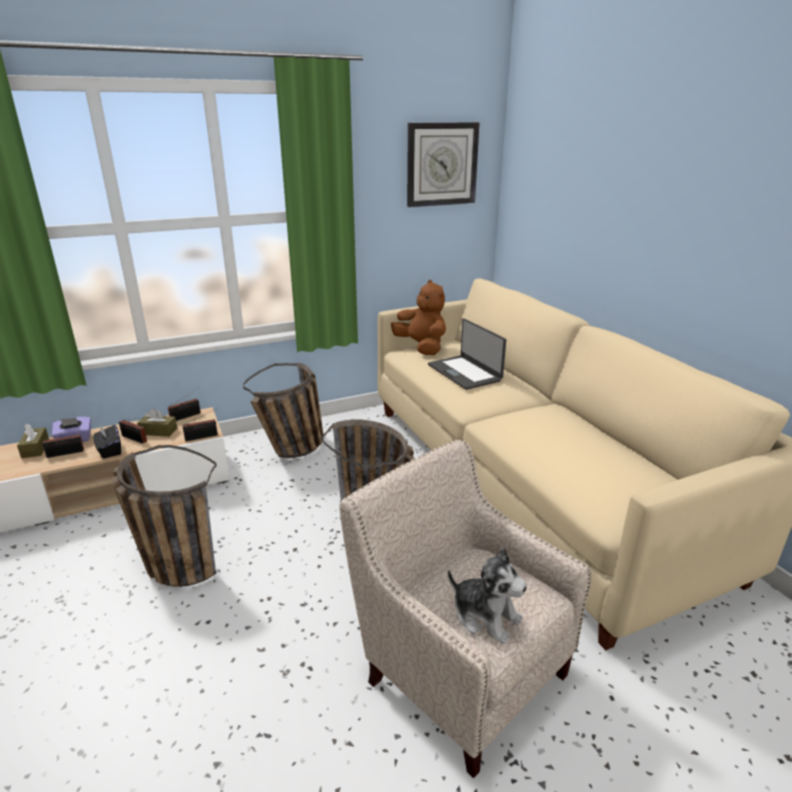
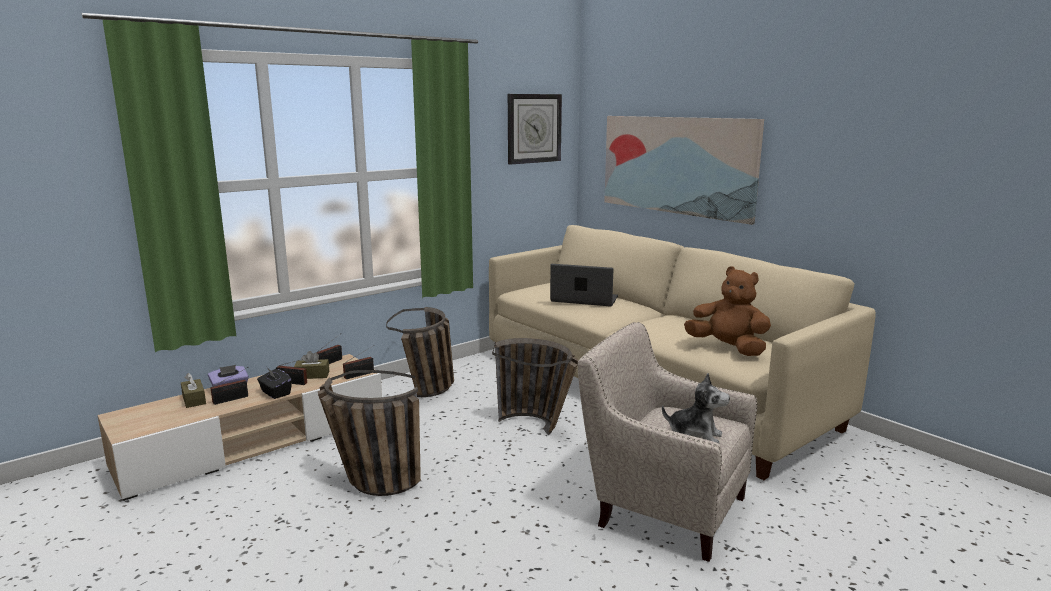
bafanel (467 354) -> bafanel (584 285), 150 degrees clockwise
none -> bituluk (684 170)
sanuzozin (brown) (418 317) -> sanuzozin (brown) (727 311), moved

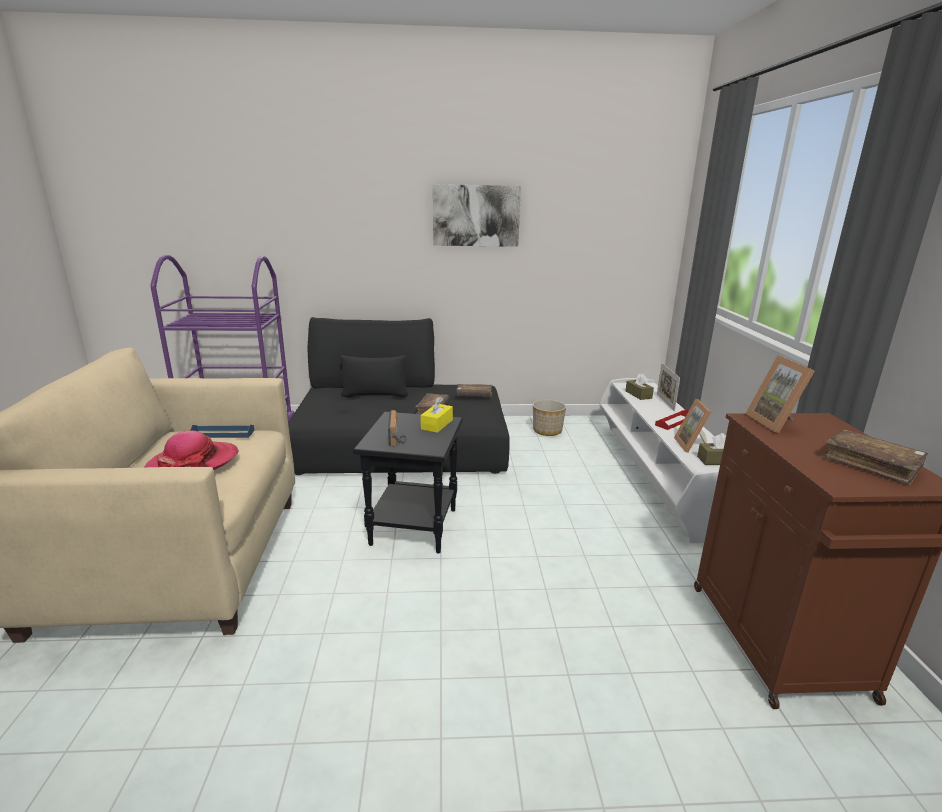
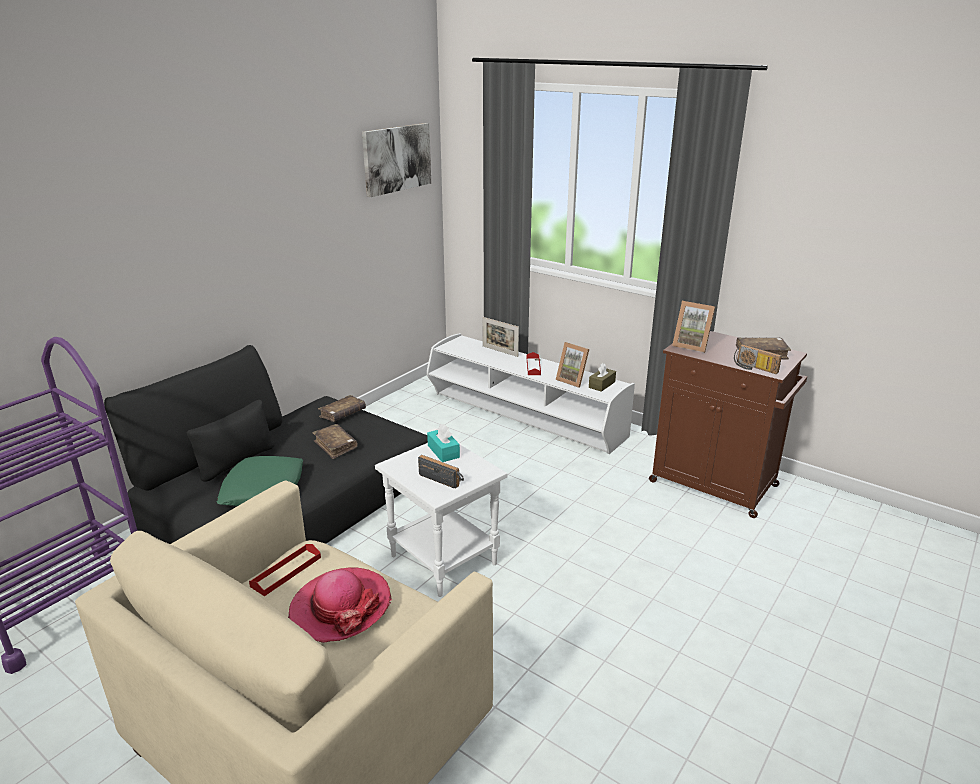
none -> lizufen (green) (260 481)
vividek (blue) (222 431) -> vividek (red) (285 570)
bituluk (477 215) -> bituluk (396 160), moved
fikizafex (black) (408 483) -> fikizafex (white) (441 520)
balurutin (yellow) (437 415) -> balurutin (turquoise) (443 443)
none -> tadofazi (758 359)
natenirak (549 417) -> none
balurutin (brown) (639 386) -> none

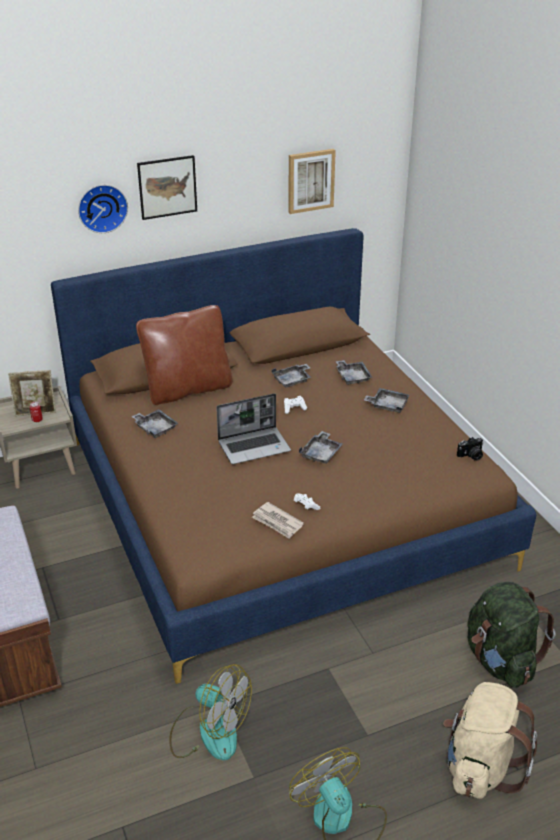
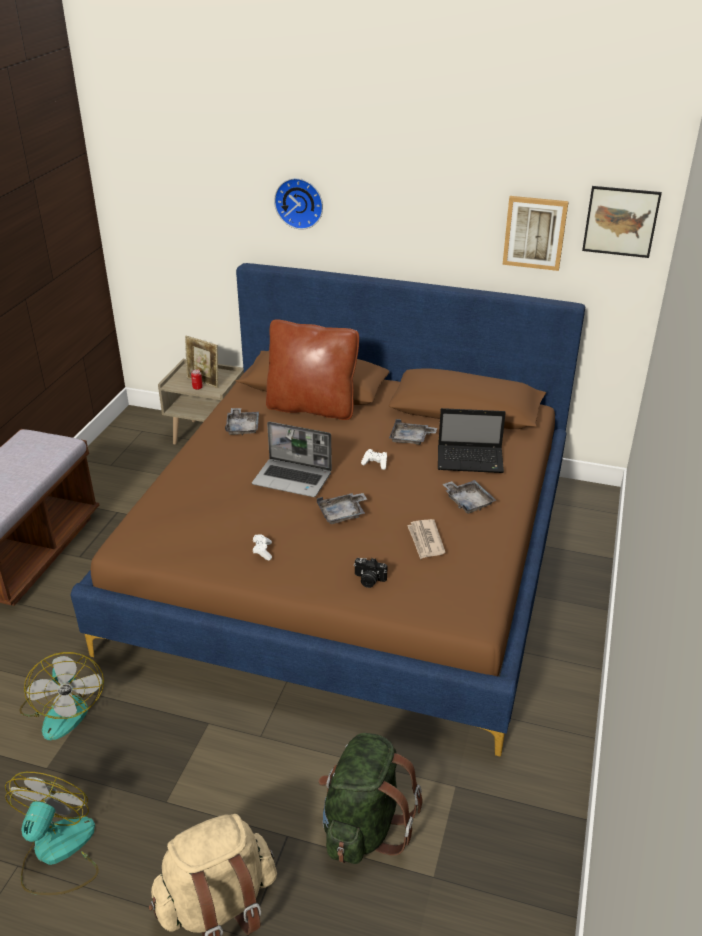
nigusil (470 449) -> nigusil (370 573), moved
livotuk (278 520) -> livotuk (426 539), moved
vividek (grey) (354 372) -> bafanel (472 440)
bituluk (167 187) -> bituluk (622 222), moved

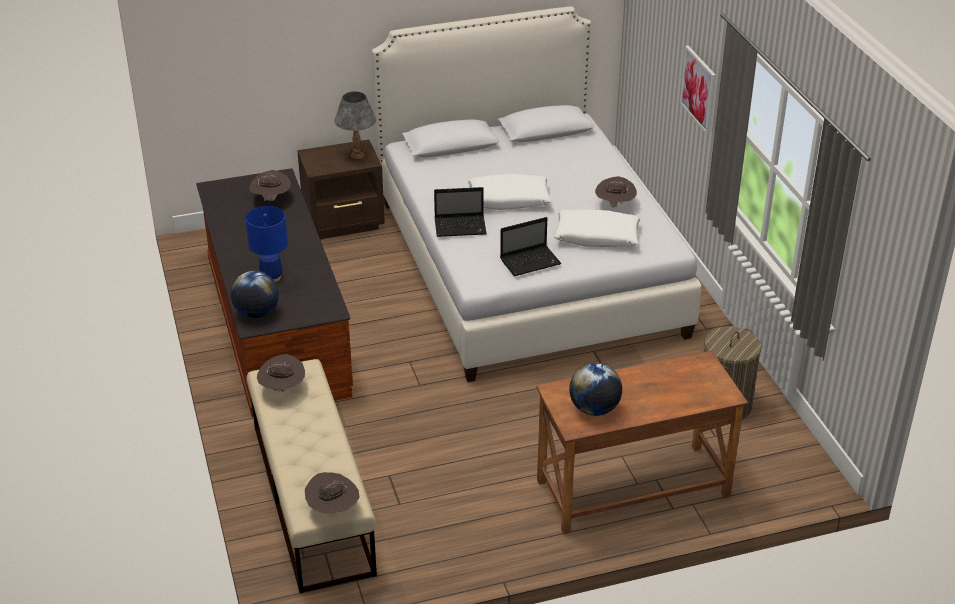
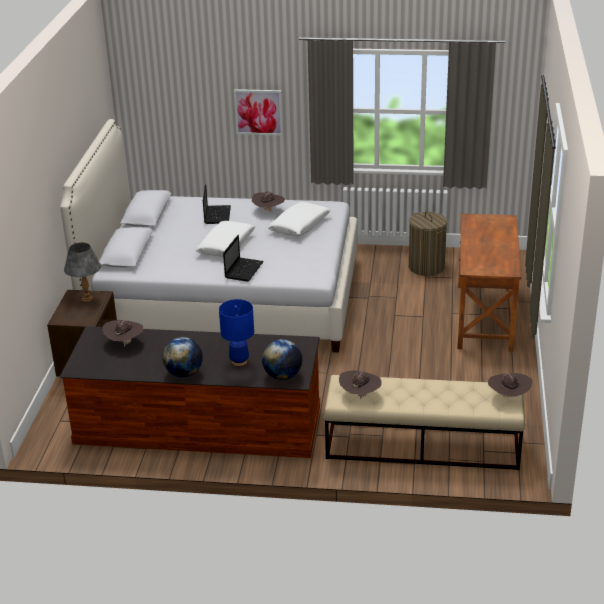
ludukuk (595 389) -> ludukuk (182 357), moved
bafanel (530 246) -> bafanel (217 204), moved

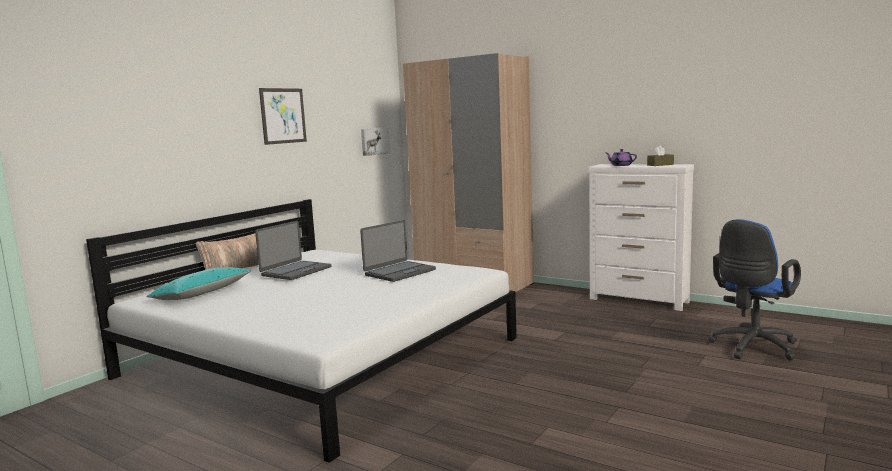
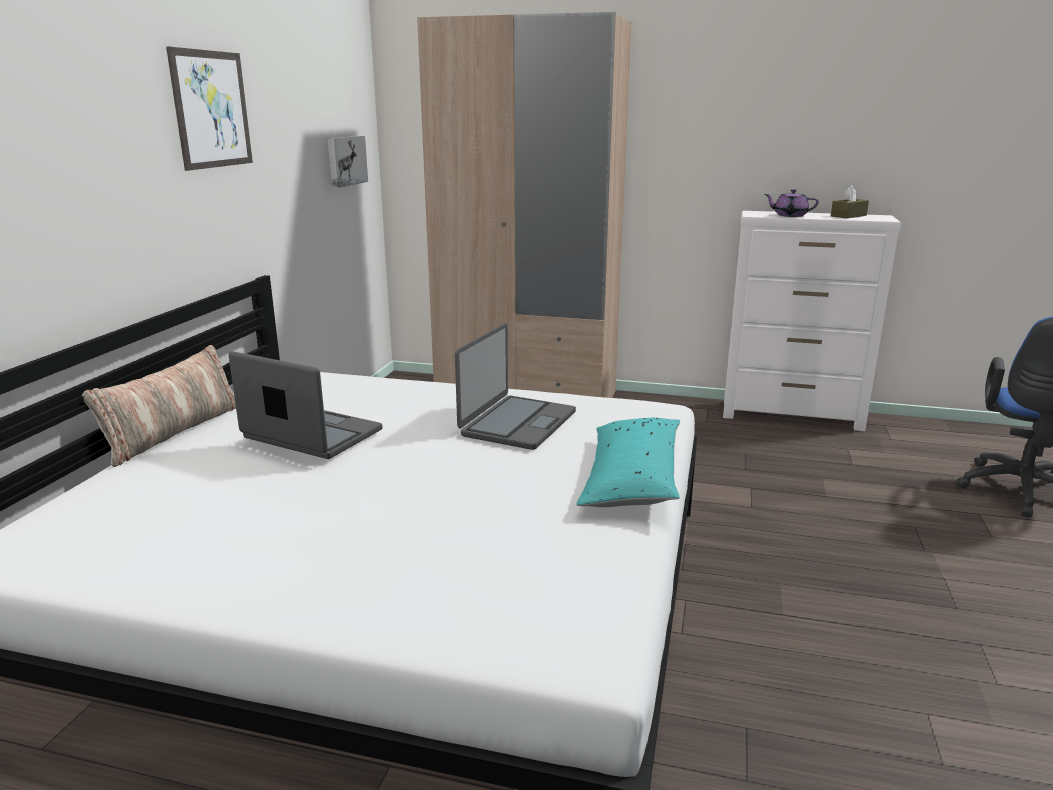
bafanel (293 250) -> bafanel (306 405), 75 degrees counterclockwise
lizufen (turquoise) (199 283) -> lizufen (turquoise) (628 462), moved

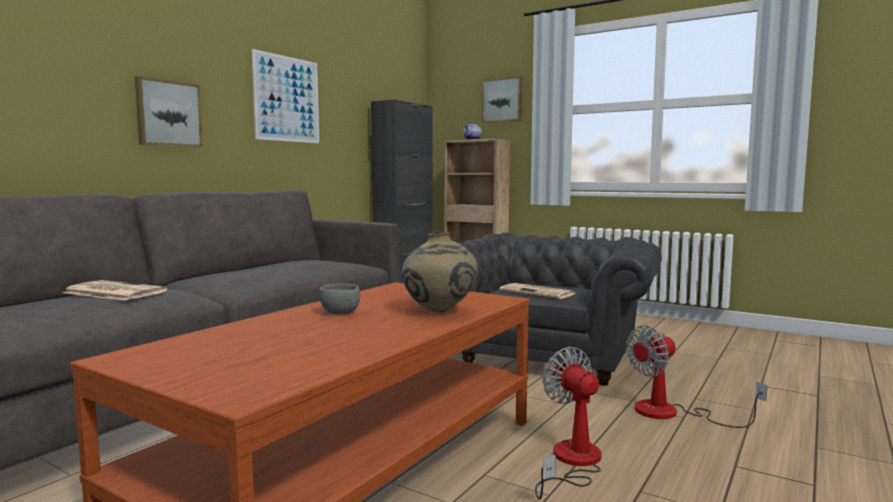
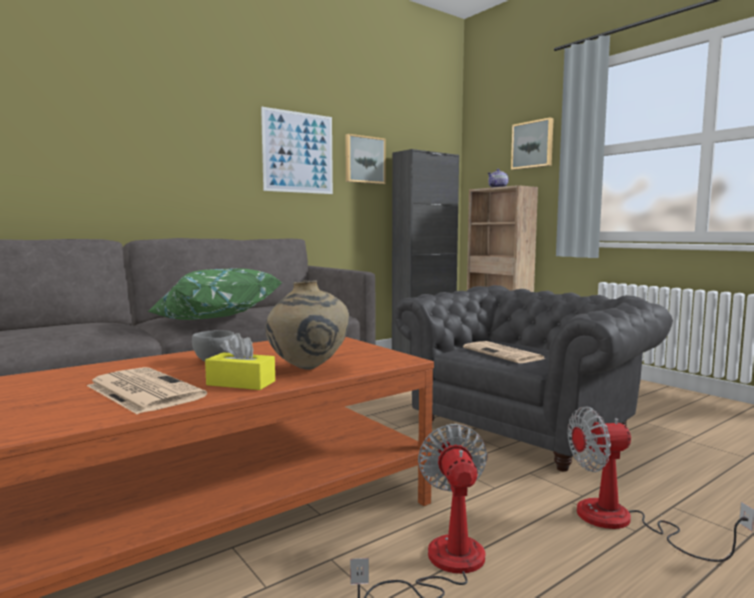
livotuk (115 290) -> livotuk (147 390), moved
none -> lizufen (green) (215 294)
none -> balurutin (yellow) (240 361)
bituluk (169 111) -> bituluk (365 159), moved

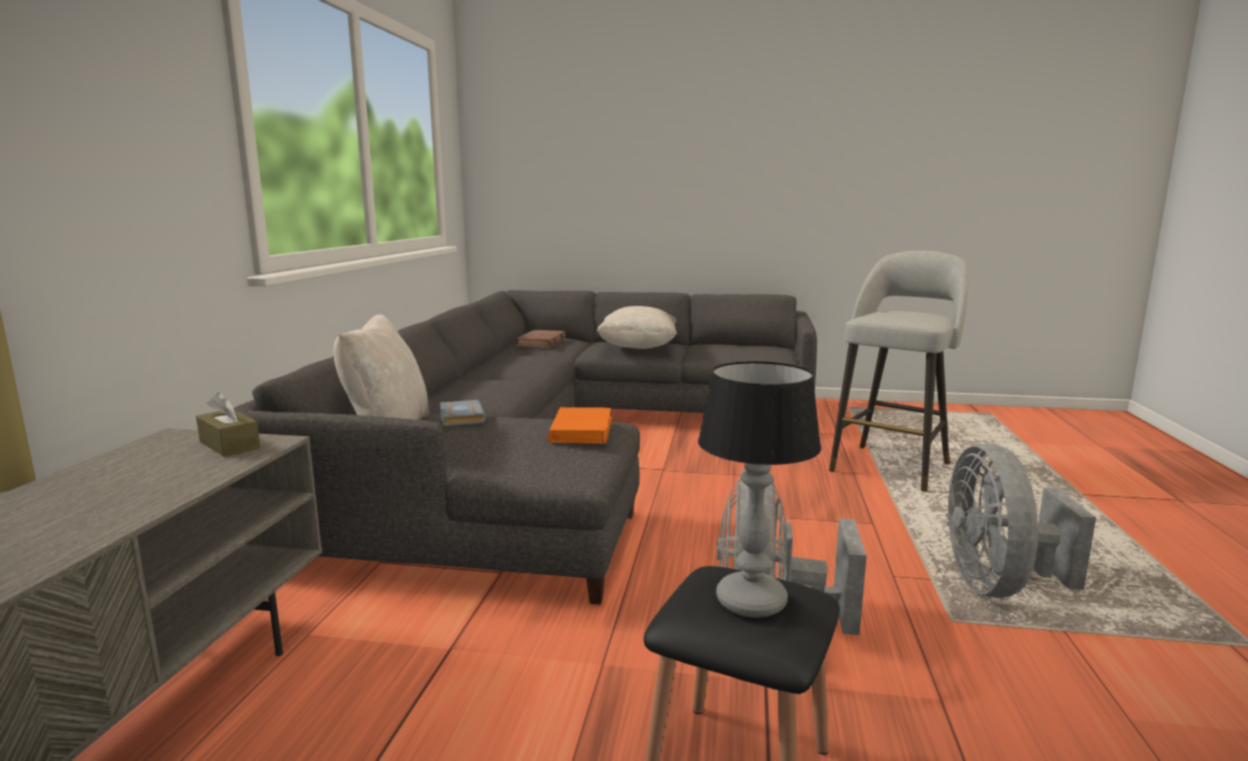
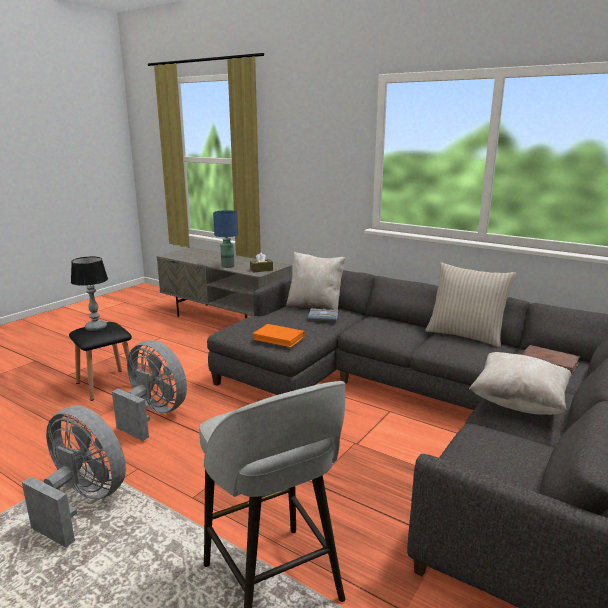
none -> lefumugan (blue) (225 239)
none -> lizufen (beige) (470 305)

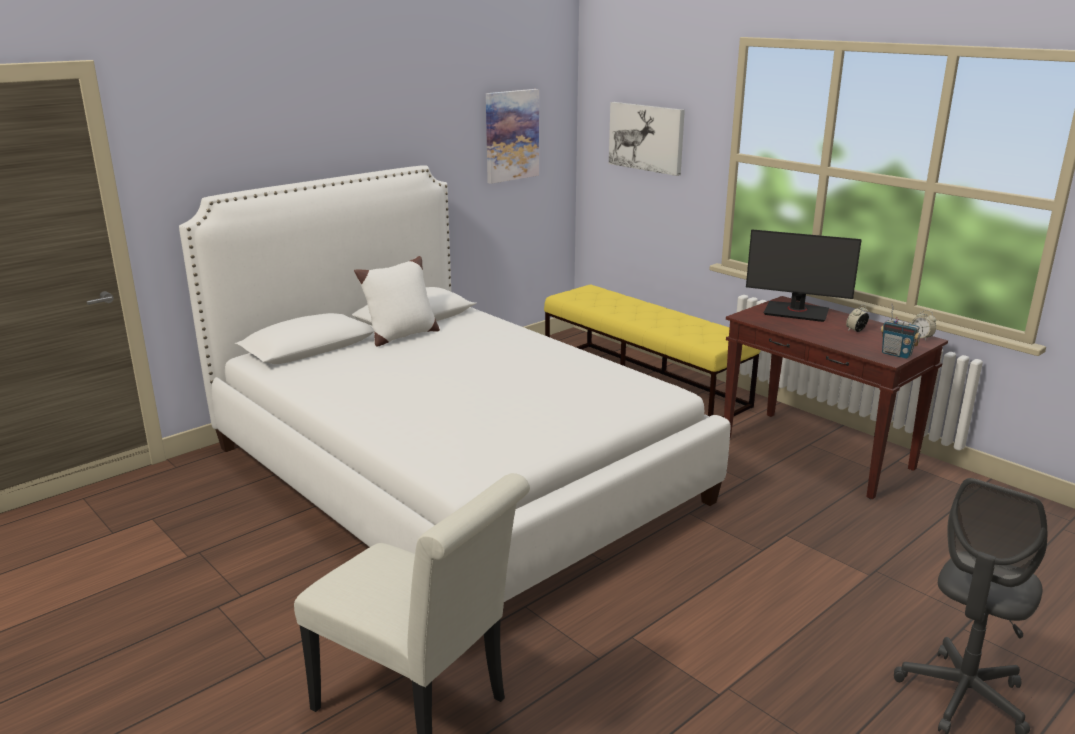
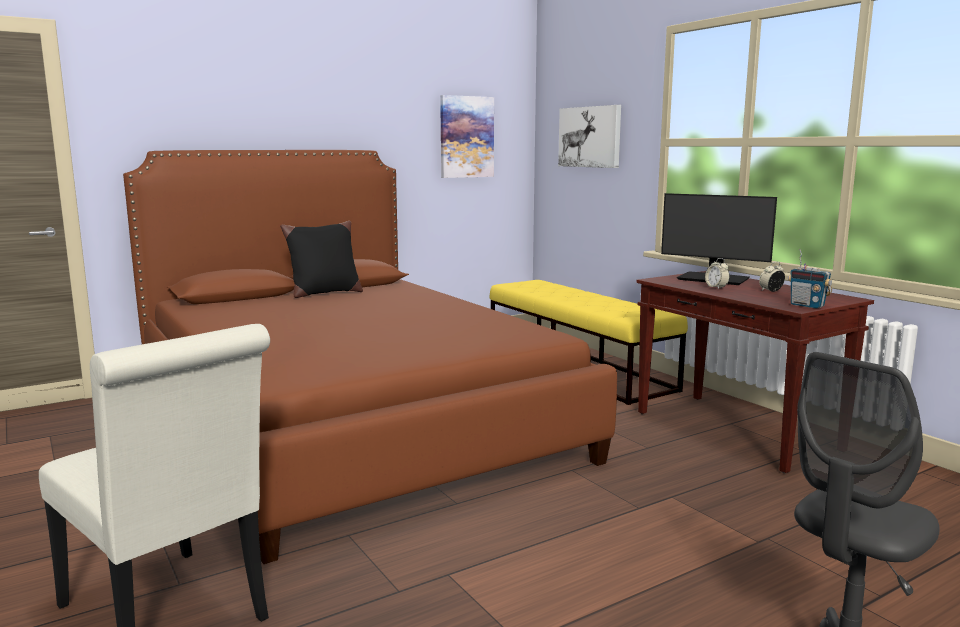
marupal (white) (454 383) -> marupal (brown) (370 357)
lizufen (white) (397 301) -> lizufen (black) (321 259)
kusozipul (923 325) -> kusozipul (717 273), moved

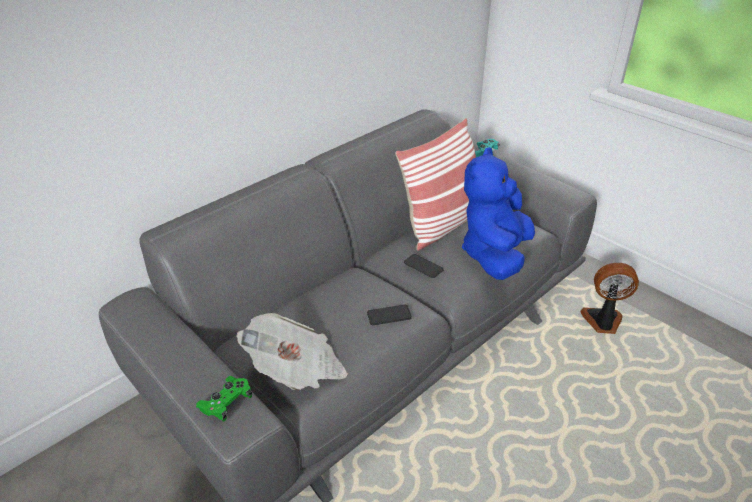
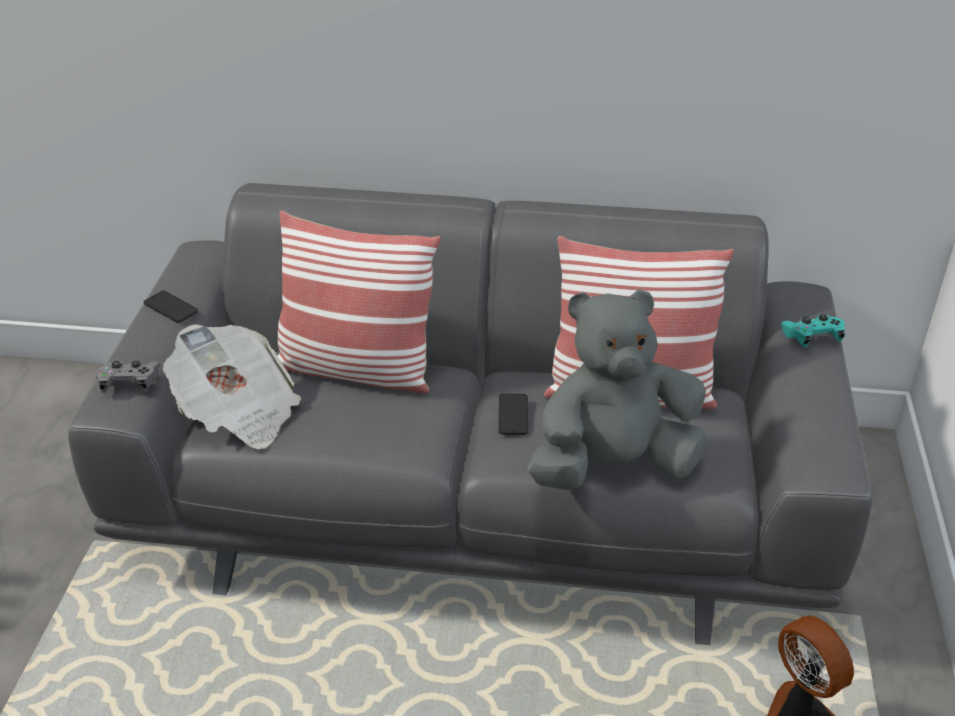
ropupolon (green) (224 399) -> ropupolon (grey) (127 377)
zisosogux (389 315) -> zisosogux (171 307), moved
none -> lizufen (359 302)
sanuzozin (blue) (498 213) -> sanuzozin (grey) (616 389)

